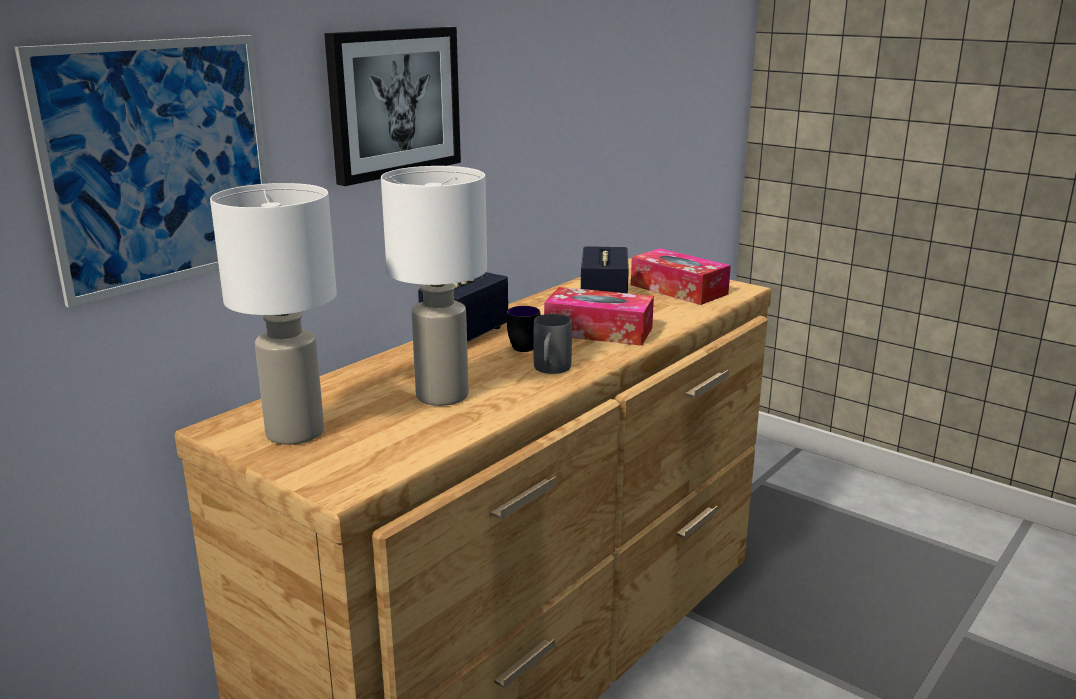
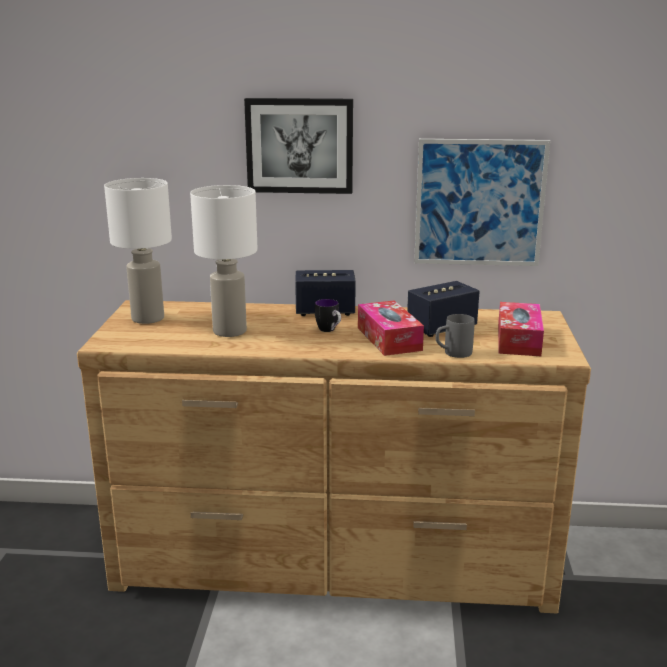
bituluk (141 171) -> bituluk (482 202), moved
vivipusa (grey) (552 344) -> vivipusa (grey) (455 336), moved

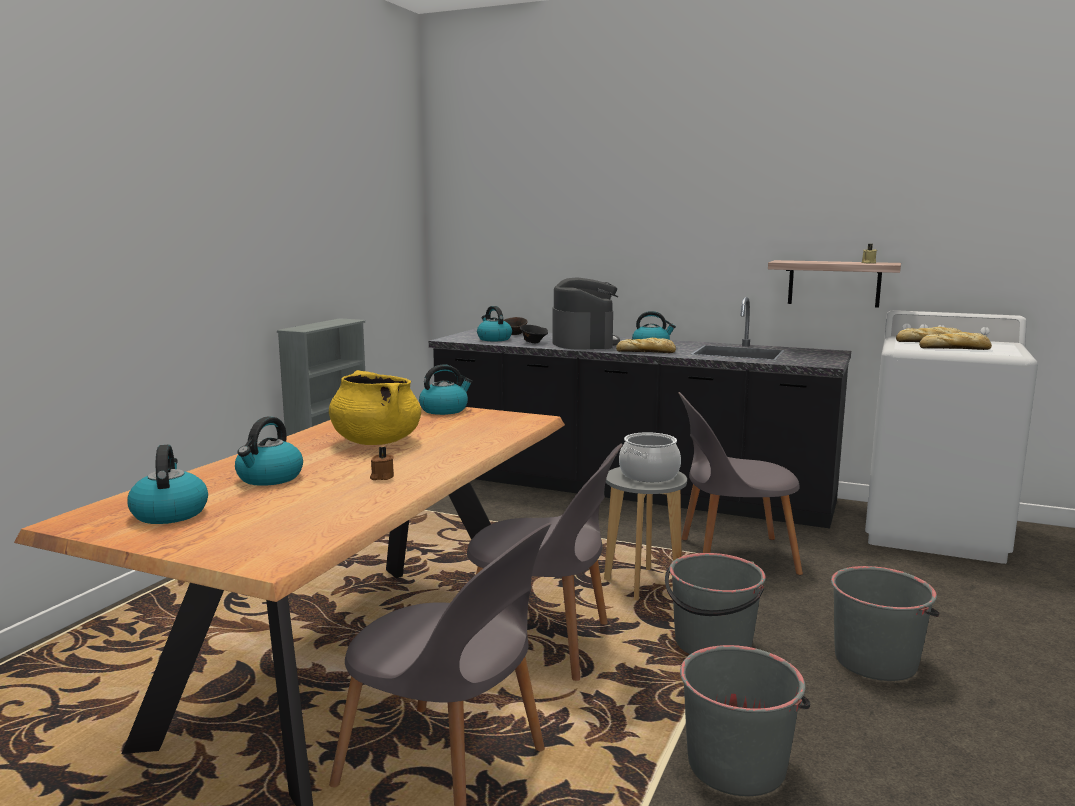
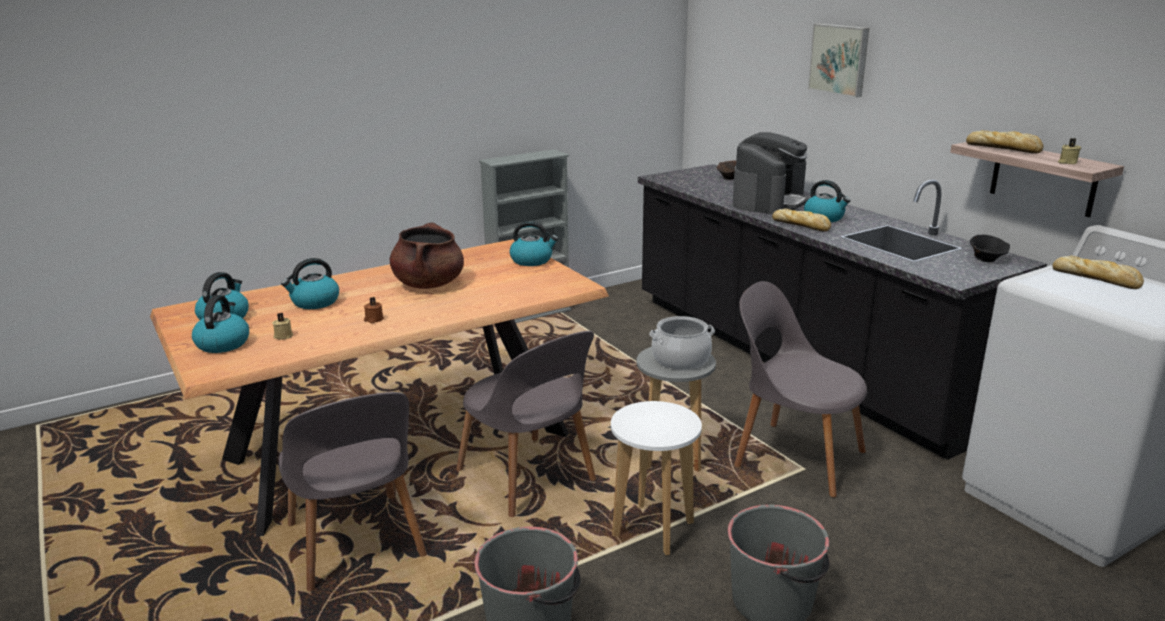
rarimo (494 323) -> rarimo (220 324), moved
none -> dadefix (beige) (283 326)
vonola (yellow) (375 407) -> vonola (brown) (427 255)
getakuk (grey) (715 603) -> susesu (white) (656 478)
none -> bituluk (838 60)
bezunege (955 341) -> bezunege (1004 141), moved
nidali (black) (534 334) -> nidali (black) (990 248), moved

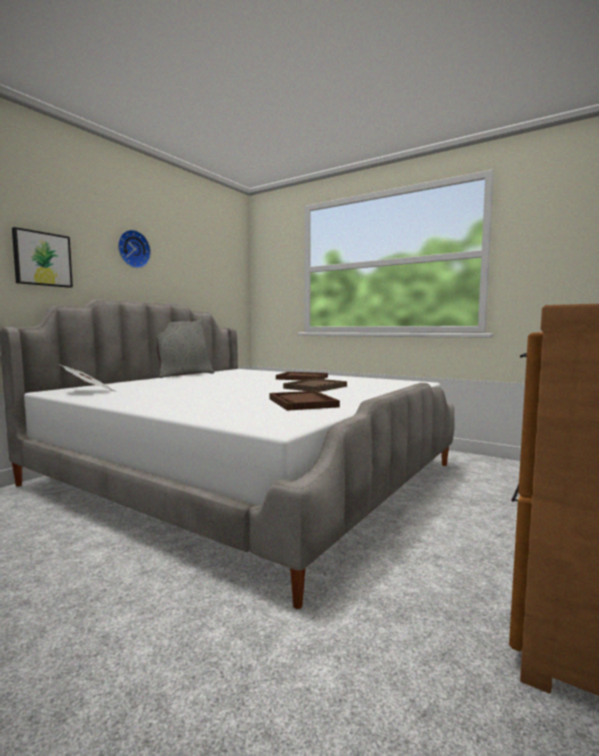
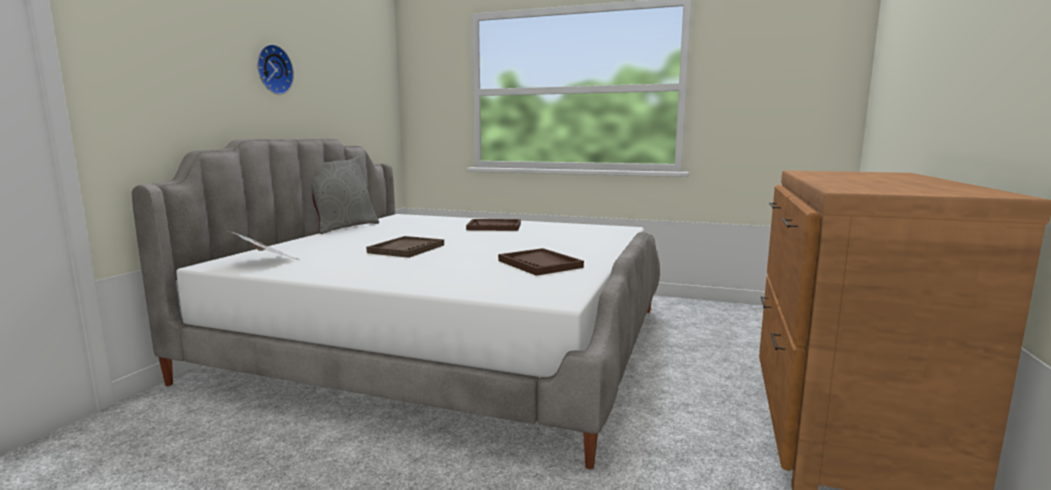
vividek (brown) (315 385) -> vividek (brown) (405 247), moved
bituluk (42 257) -> none

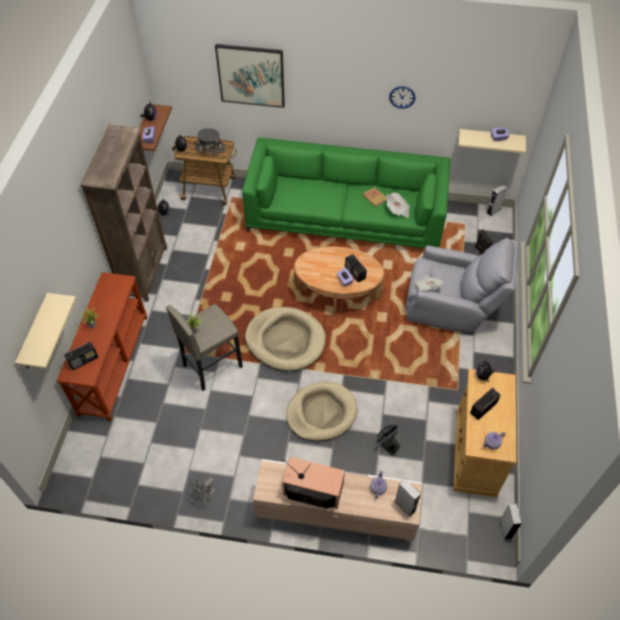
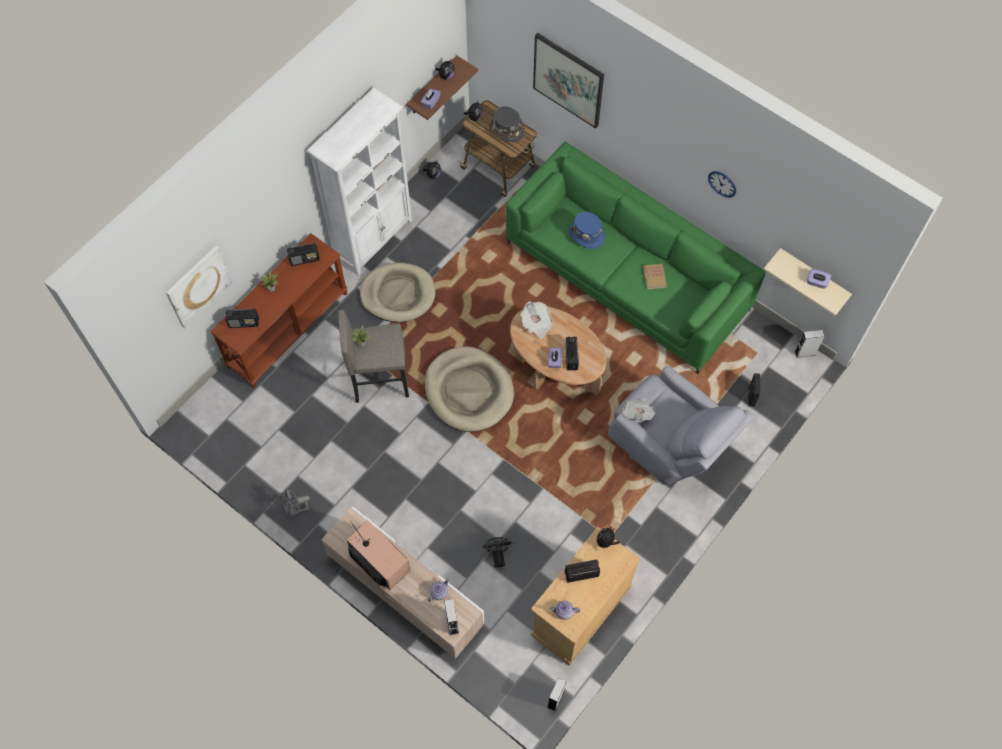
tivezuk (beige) (45 331) -> bituluk (199 286)
none -> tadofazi (303 254)
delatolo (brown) (123 213) -> delatolo (white) (360 182)
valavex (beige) (321 411) -> valavex (beige) (398 292), moved
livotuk (398 205) -> livotuk (537 320), moved
none -> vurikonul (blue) (587 230)

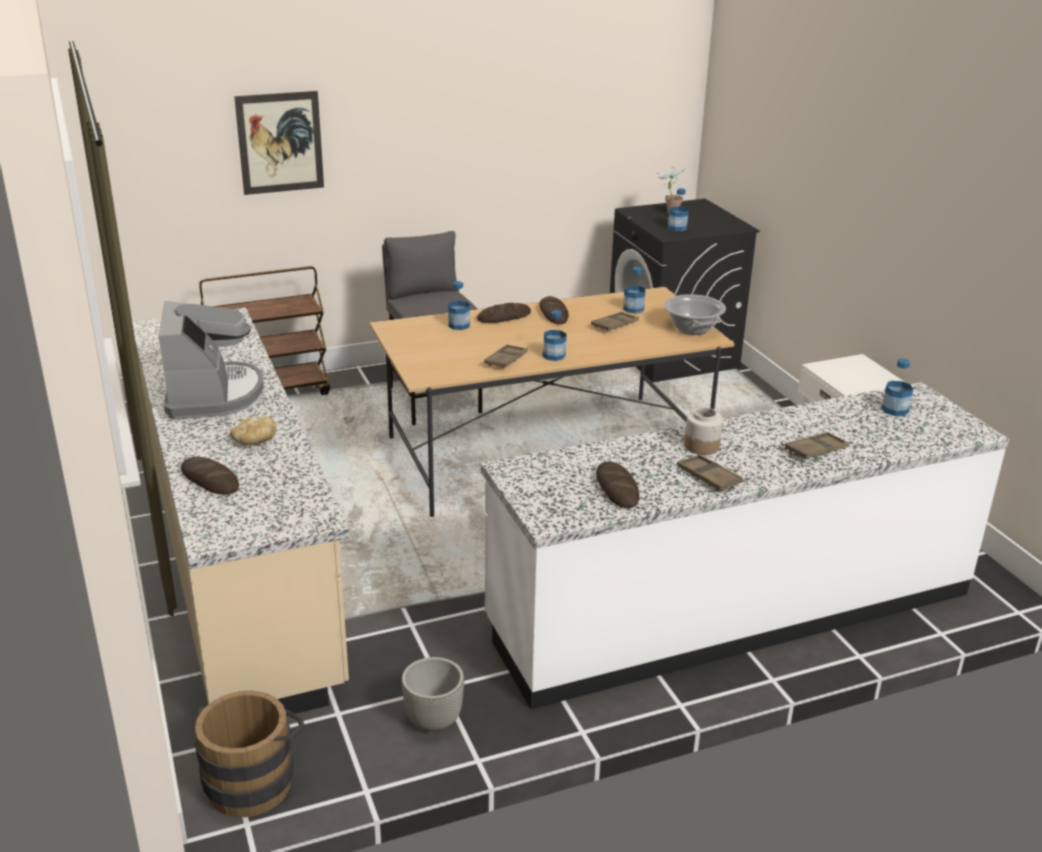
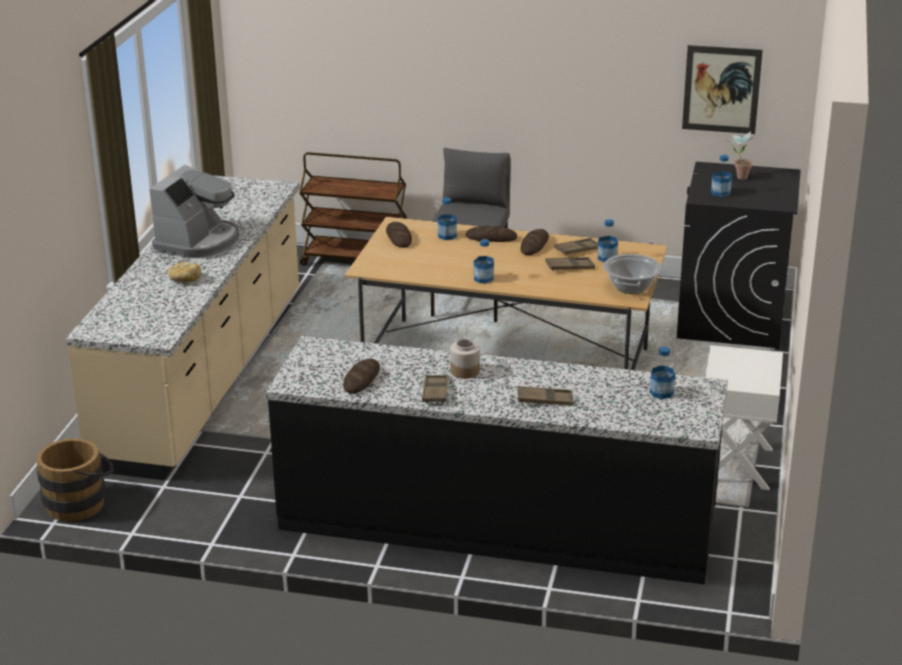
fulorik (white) (745 545) -> fulorik (black) (497 460)
bezunege (210 476) -> bezunege (399 235), moved
vividek (brown) (506 356) -> vividek (brown) (576 246), moved
bituluk (279 143) -> bituluk (722 89), moved
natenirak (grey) (433 694) -> none

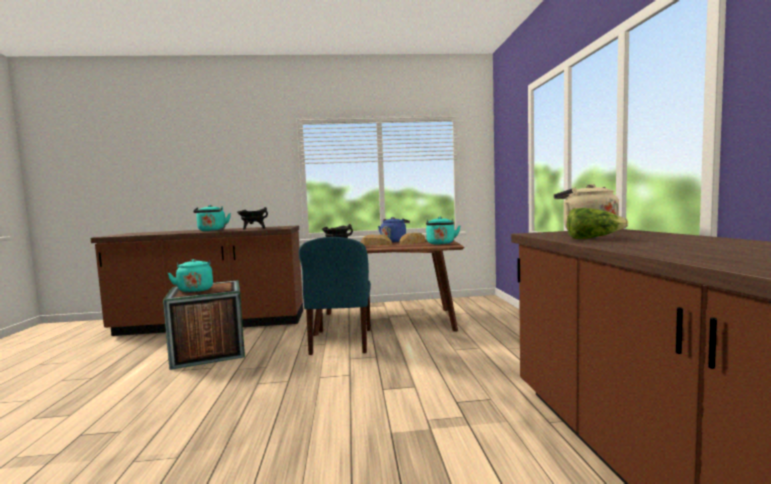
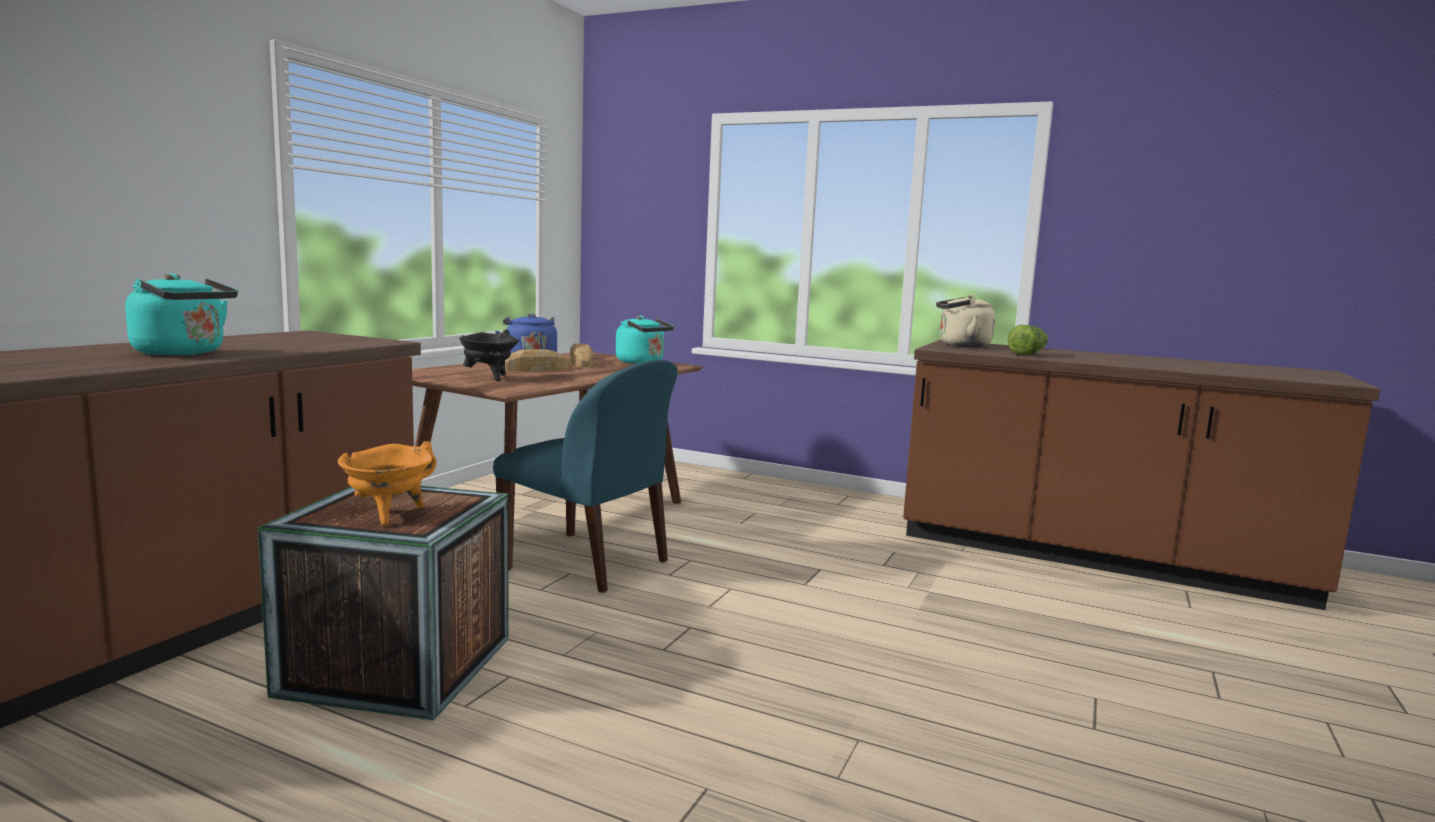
rarimo (turquoise) (190 276) -> vonola (orange) (387 483)
vonola (black) (252 218) -> none

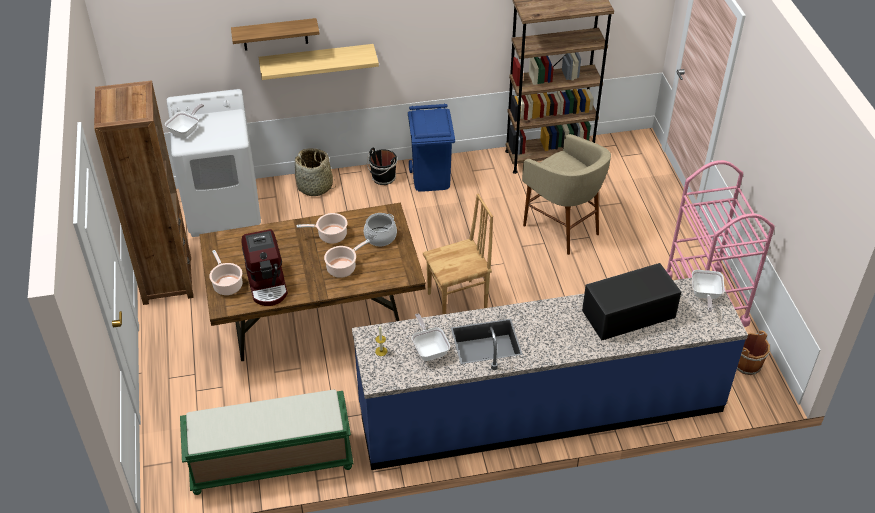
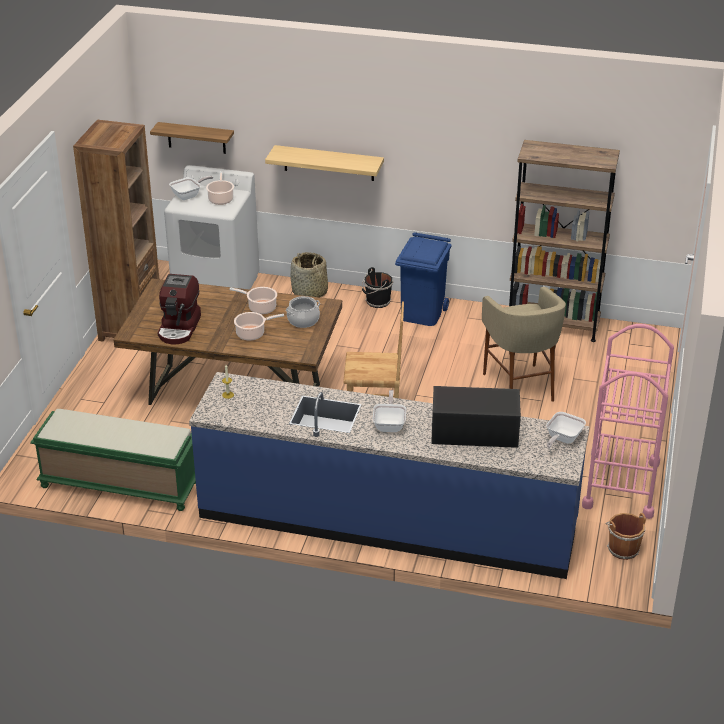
tivezuk (275 34) -> tivezuk (192 138), moved
vonola (226 272) -> vonola (220 188), moved
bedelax (431 337) -> bedelax (389 411), moved

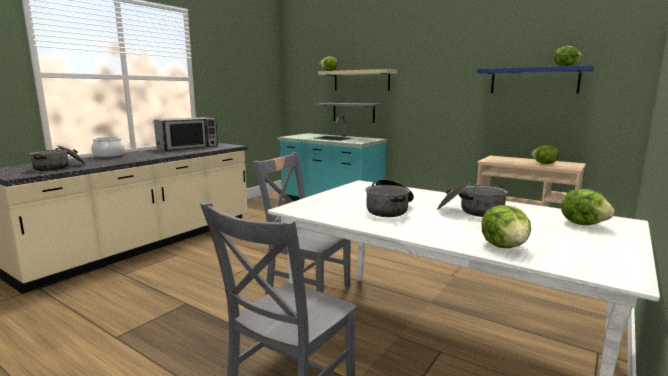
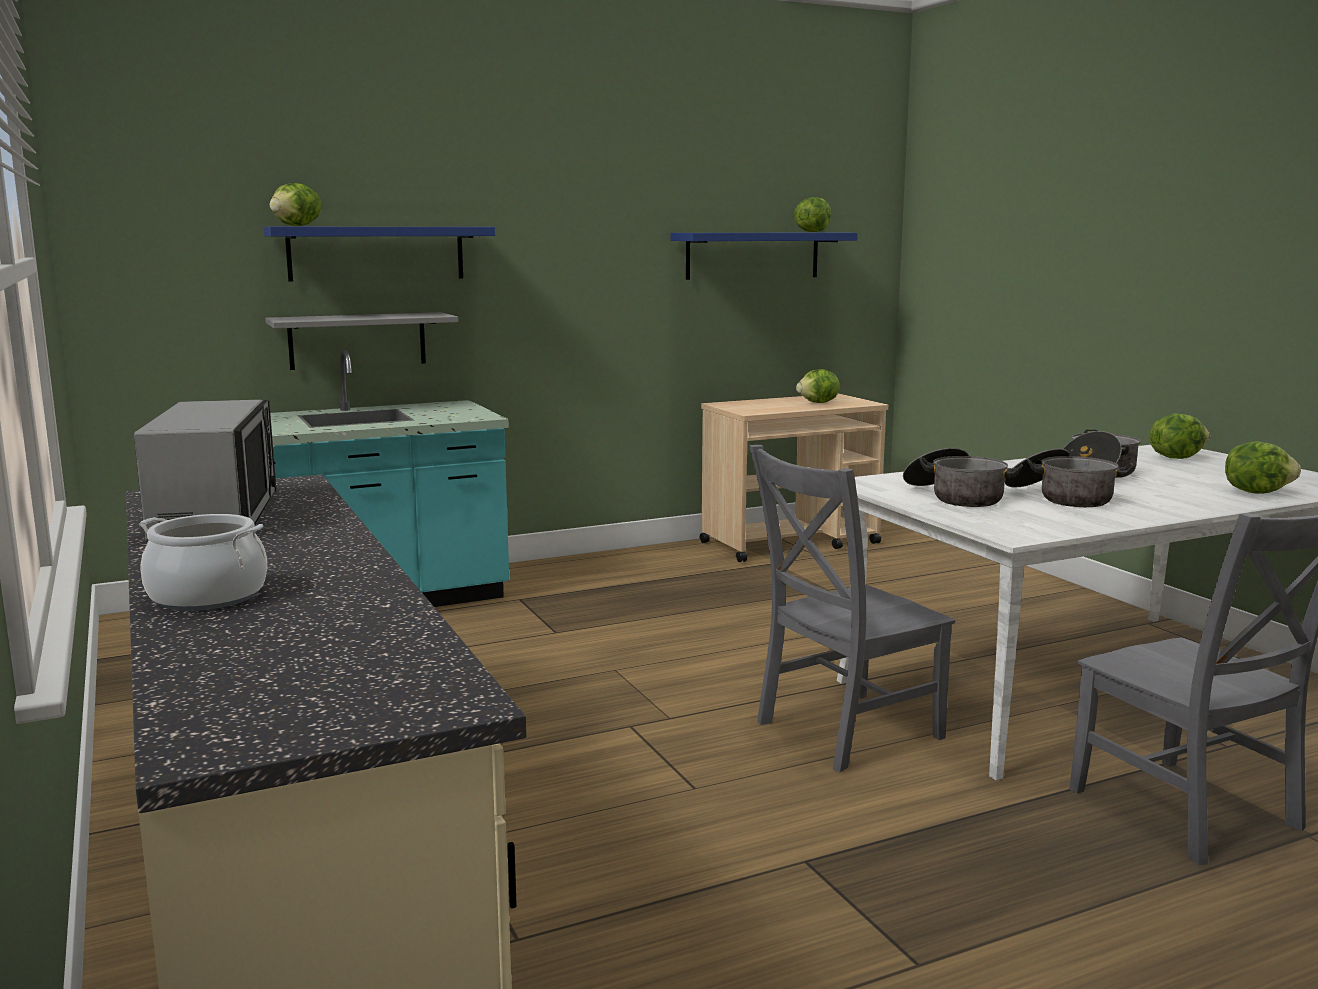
tivezuk (beige) (357 80) -> tivezuk (blue) (379 254)
vonola (57 158) -> vonola (963 477), moved

